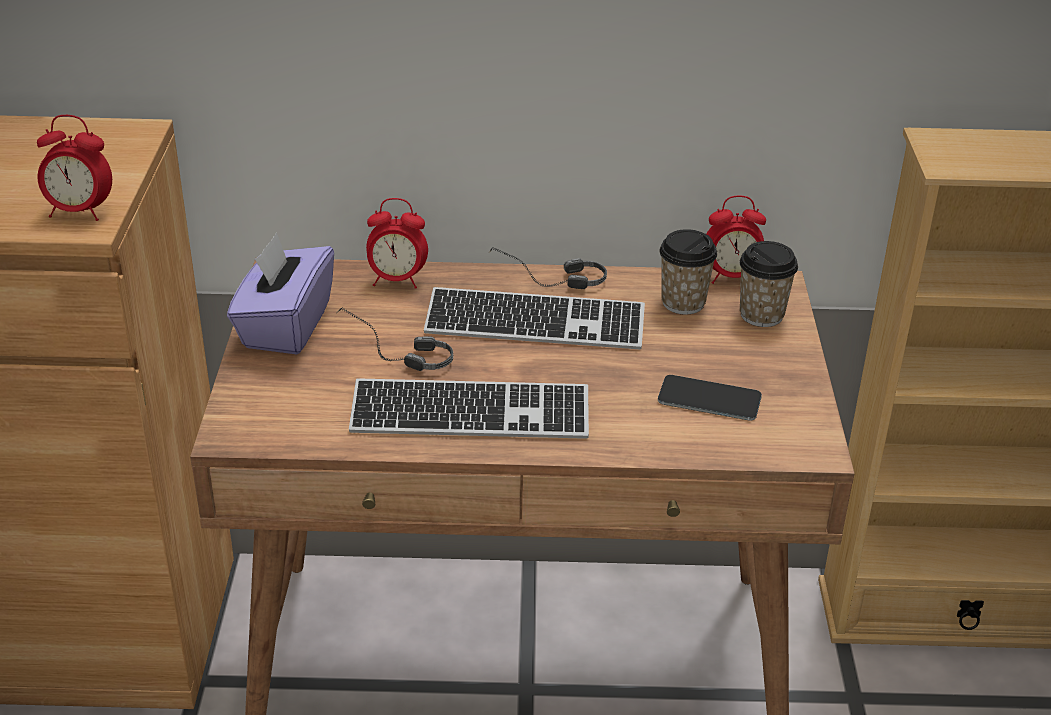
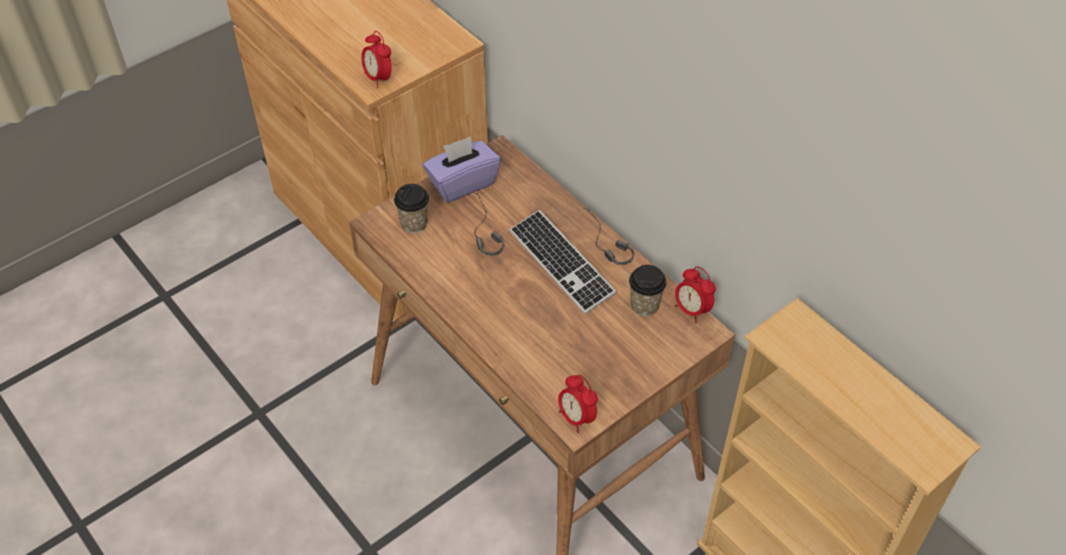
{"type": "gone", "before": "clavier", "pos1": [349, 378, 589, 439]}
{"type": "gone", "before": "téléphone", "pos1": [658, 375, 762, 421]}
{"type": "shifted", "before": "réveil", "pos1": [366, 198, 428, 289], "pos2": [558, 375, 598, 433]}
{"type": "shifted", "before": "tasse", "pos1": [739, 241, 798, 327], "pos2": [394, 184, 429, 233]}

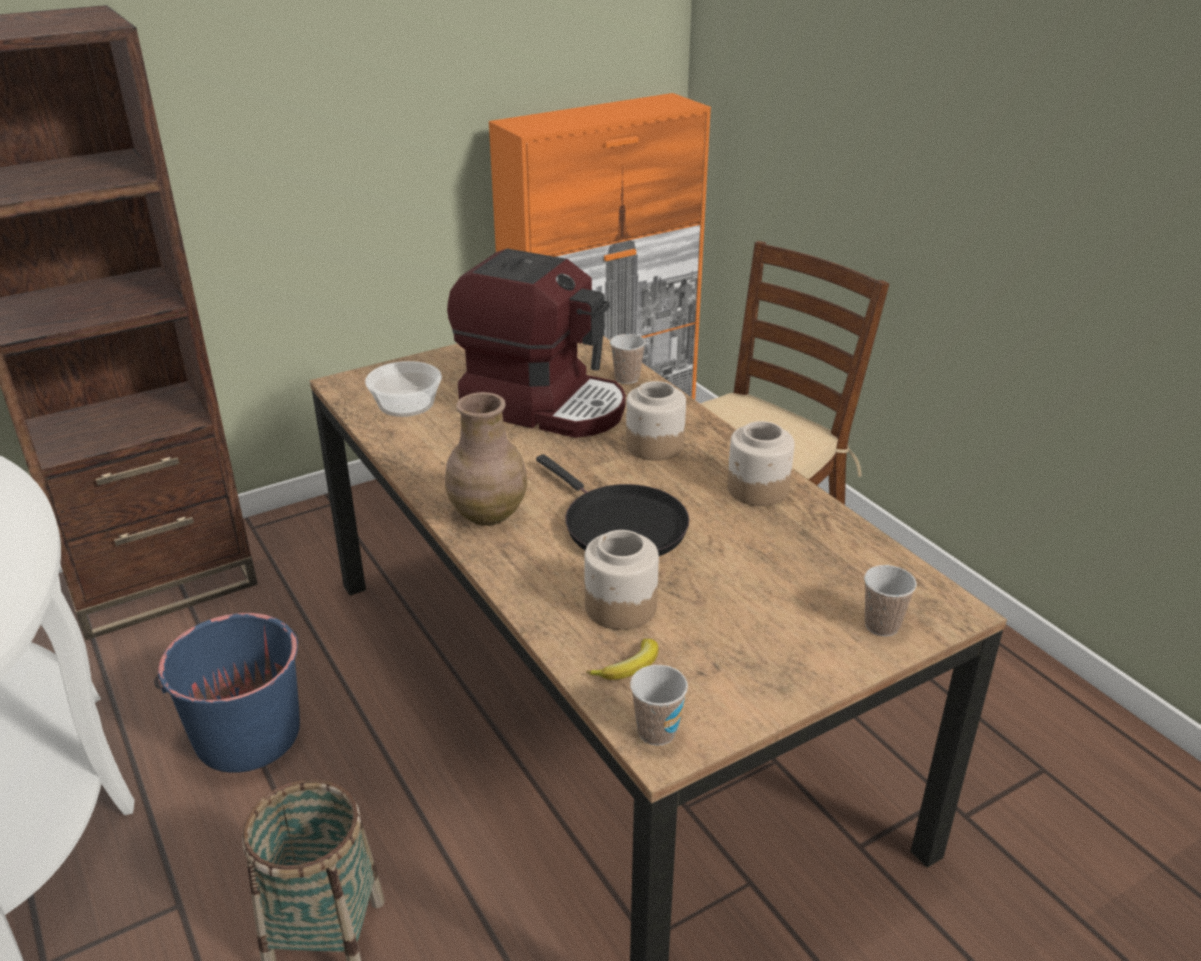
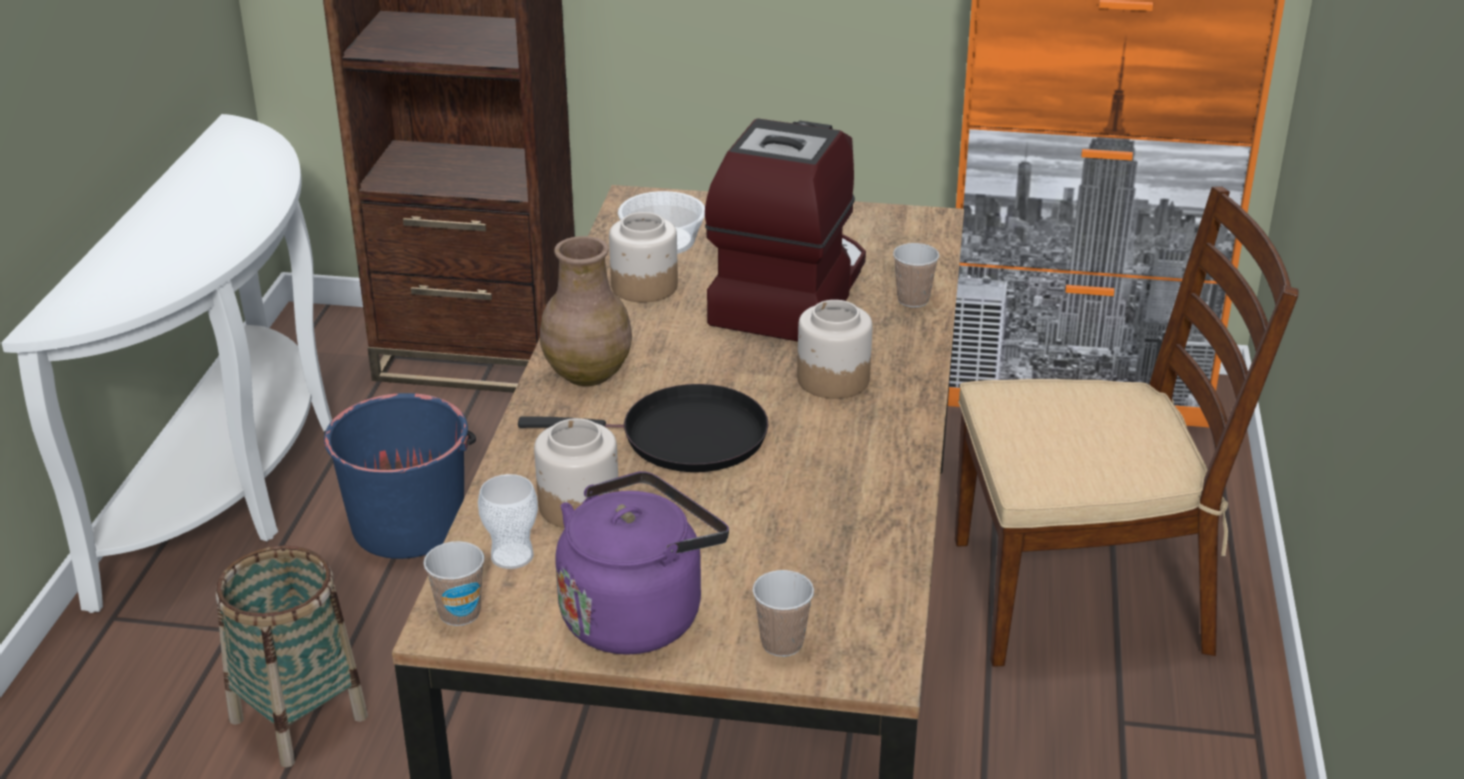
{"type": "new", "after": "bouilloire/violet", "pos2": [555, 471, 729, 655]}
{"type": "shifted", "before": "bocal", "pos1": [727, 421, 794, 506], "pos2": [609, 212, 678, 302]}
{"type": "swapped", "before": "banane", "after": "tasse", "pos1": [586, 639, 658, 680], "pos2": [478, 474, 538, 569]}
{"type": "rotated", "before": "machine à café", "pos1": [447, 248, 626, 438], "pos2": [705, 118, 866, 342], "turn": -135}
{"type": "rotated", "before": "poêle/noir", "pos1": [536, 454, 689, 556], "pos2": [518, 384, 768, 472], "turn": -90}

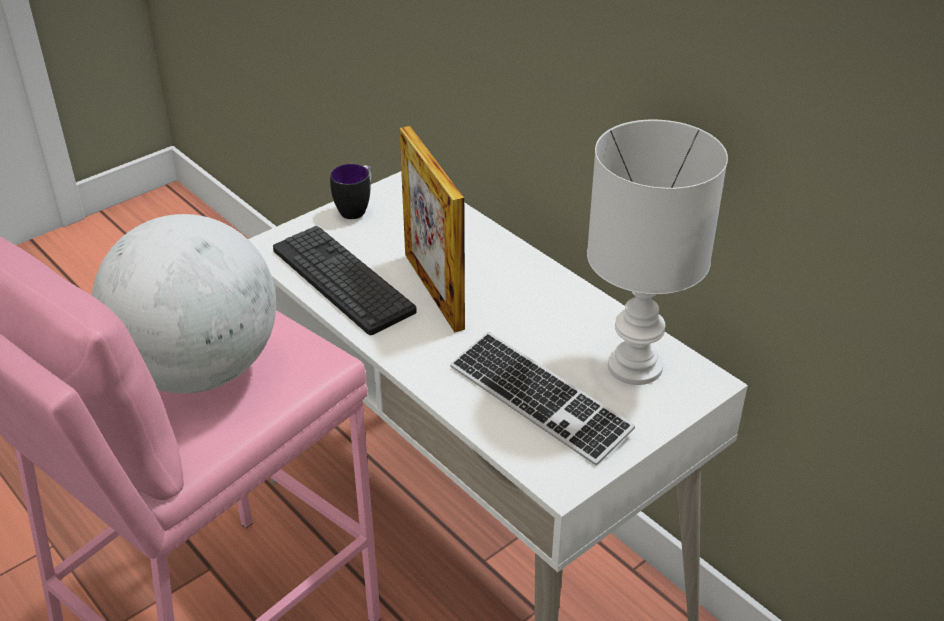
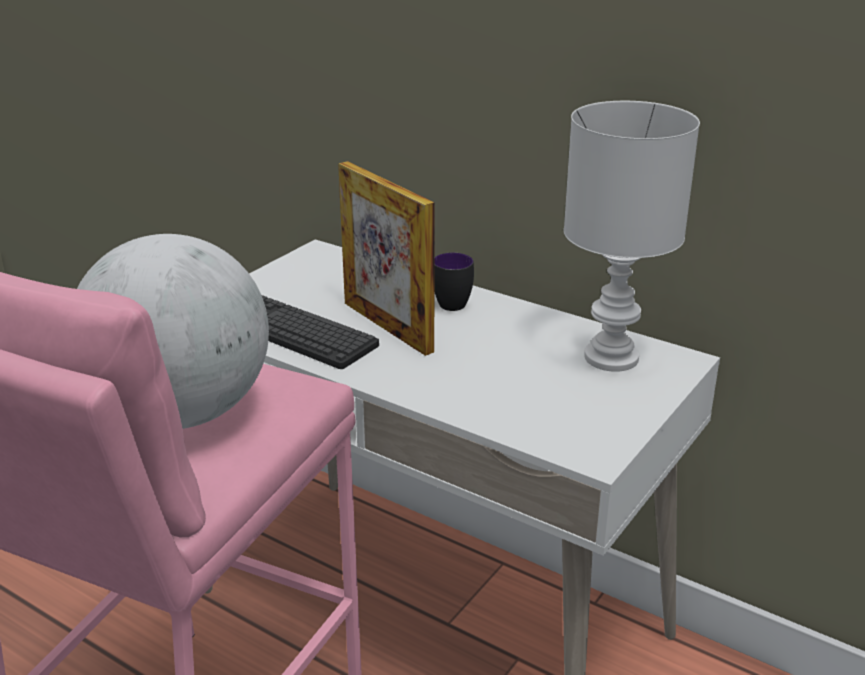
{"type": "gone", "before": "clavier", "pos1": [450, 332, 635, 465]}
{"type": "shifted", "before": "mug", "pos1": [330, 164, 372, 219], "pos2": [434, 253, 474, 311]}

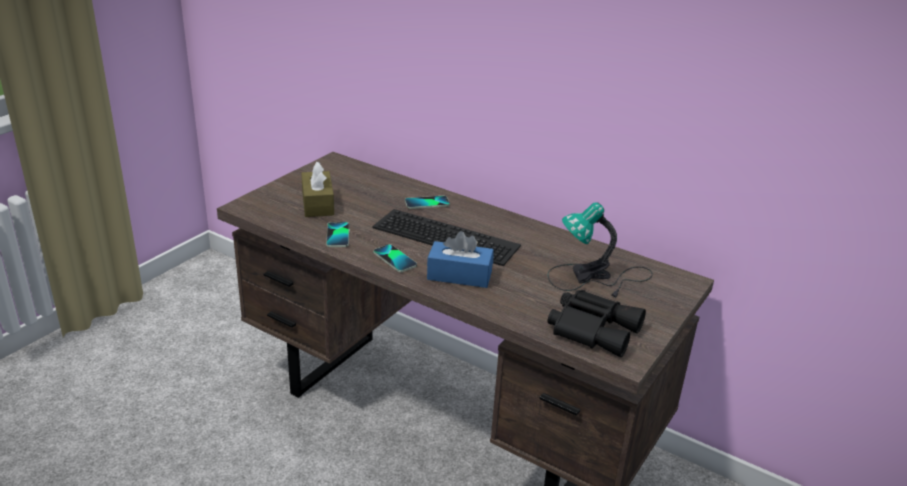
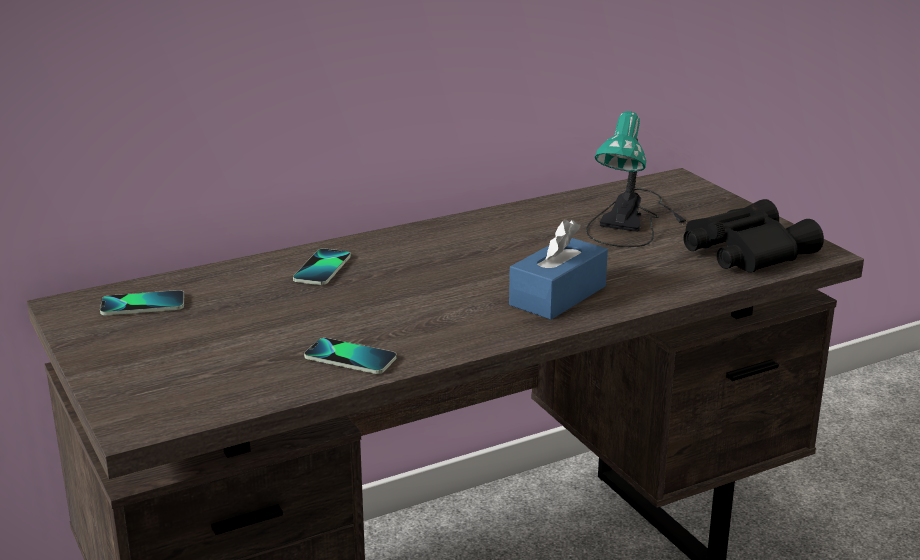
{"type": "gone", "before": "boîte à mouchoirs/marron", "pos1": [301, 162, 334, 217]}
{"type": "gone", "before": "clavier", "pos1": [372, 209, 521, 266]}
{"type": "shifted", "before": "téléphone", "pos1": [373, 244, 417, 272], "pos2": [100, 290, 184, 315]}

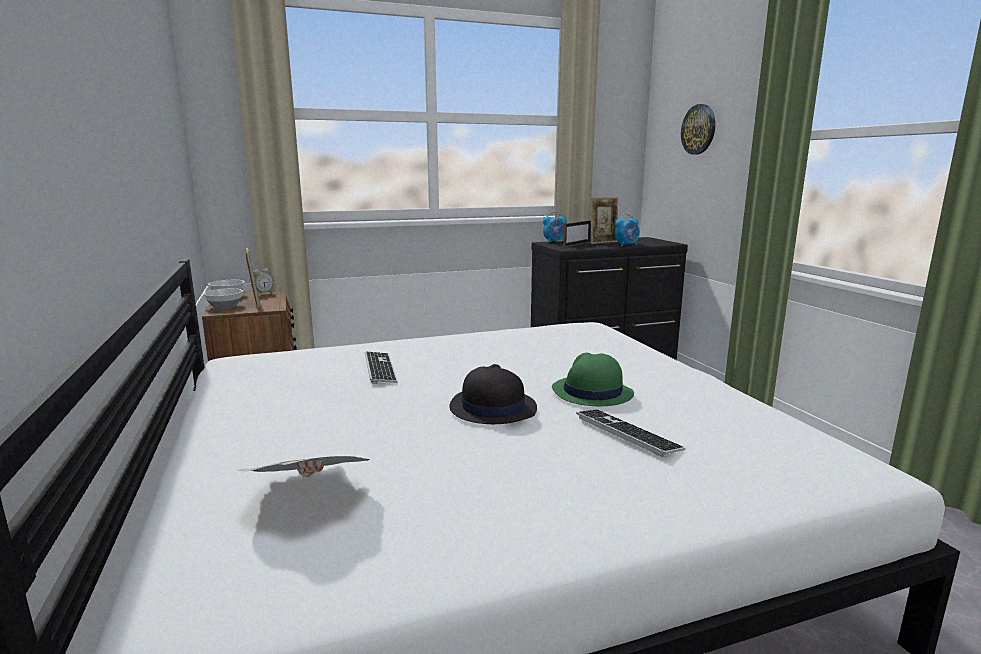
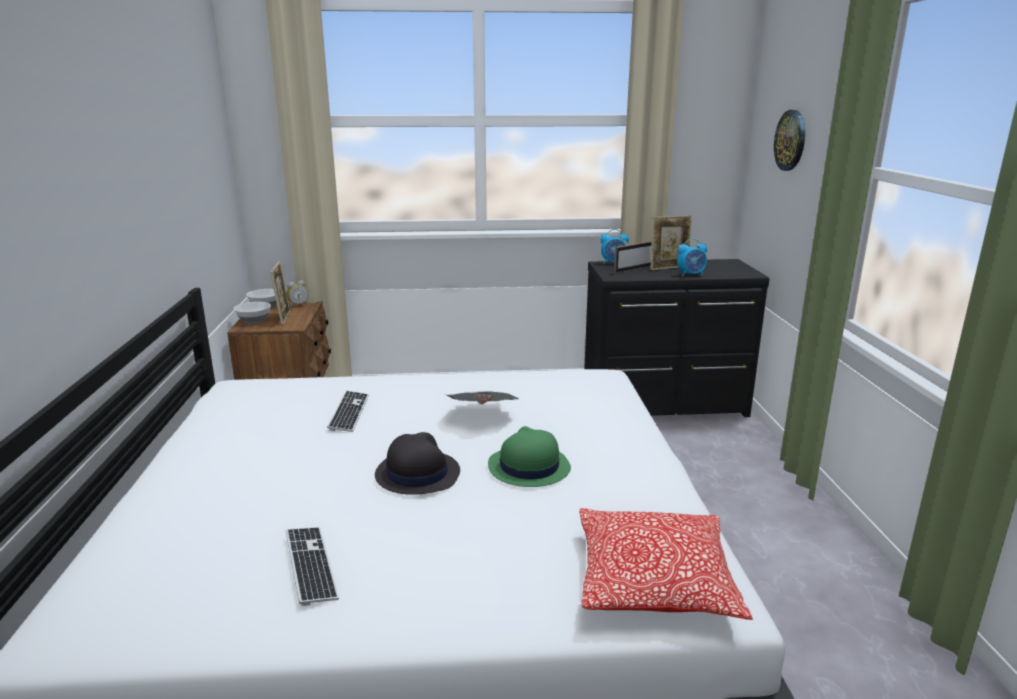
{"type": "new", "after": "coussin", "pos2": [579, 508, 753, 620]}
{"type": "shifted", "before": "journal", "pos1": [238, 456, 370, 477], "pos2": [446, 392, 519, 404]}
{"type": "shifted", "before": "clavier", "pos1": [576, 409, 685, 457], "pos2": [286, 527, 339, 606]}

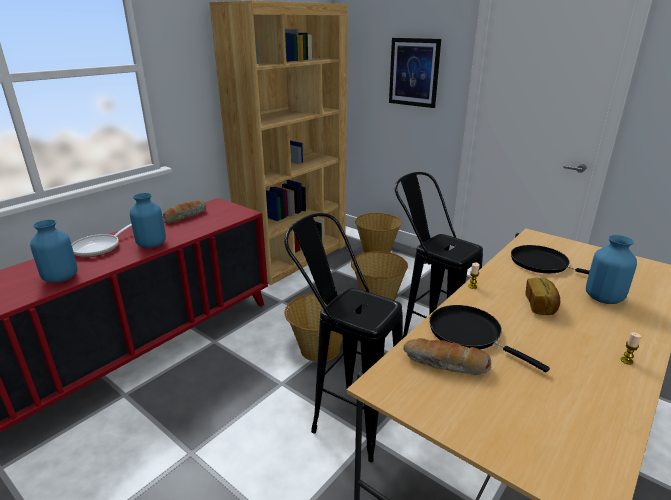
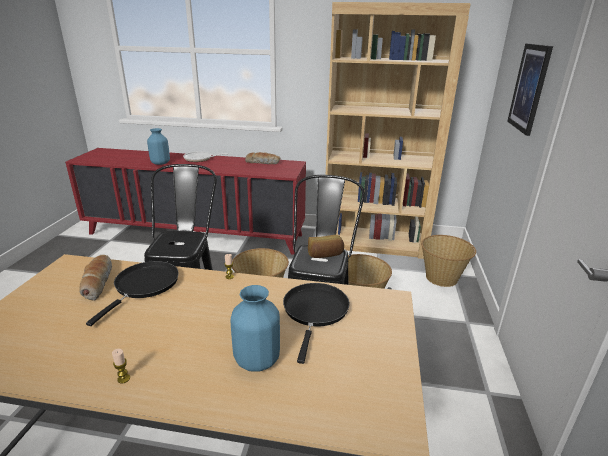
{"type": "gone", "before": "vase/bleu", "pos1": [130, 193, 166, 248]}
{"type": "shifted", "before": "pain", "pos1": [525, 278, 560, 315], "pos2": [308, 235, 344, 258]}

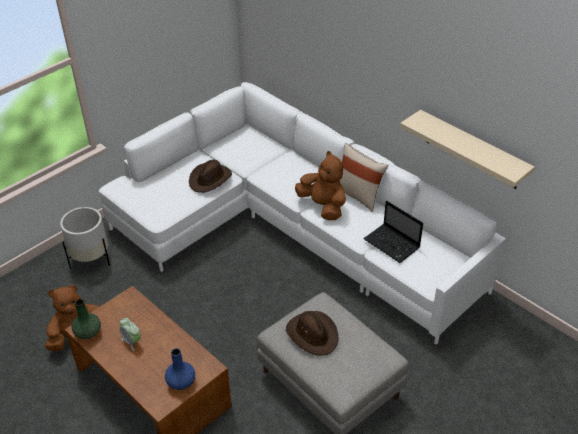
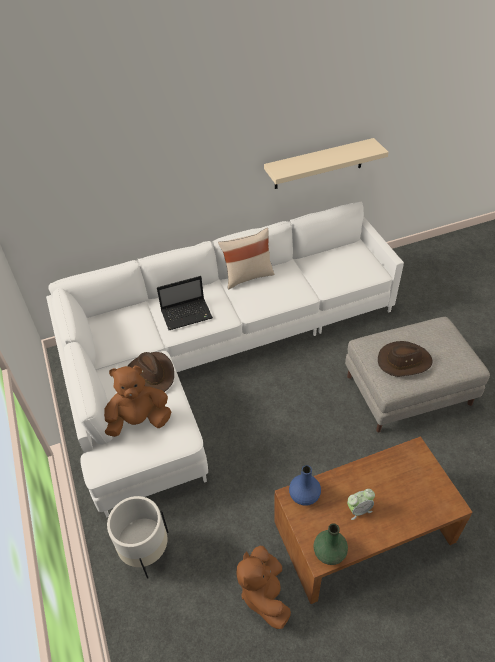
{"type": "shifted", "before": "vase/bleu", "pos1": [165, 348, 195, 390], "pos2": [289, 465, 321, 506]}
{"type": "shifted", "before": "peluche/marron", "pos1": [295, 151, 346, 220], "pos2": [104, 366, 171, 437]}
{"type": "shifted", "before": "ordinateur portable", "pos1": [363, 200, 423, 263], "pos2": [157, 276, 213, 330]}

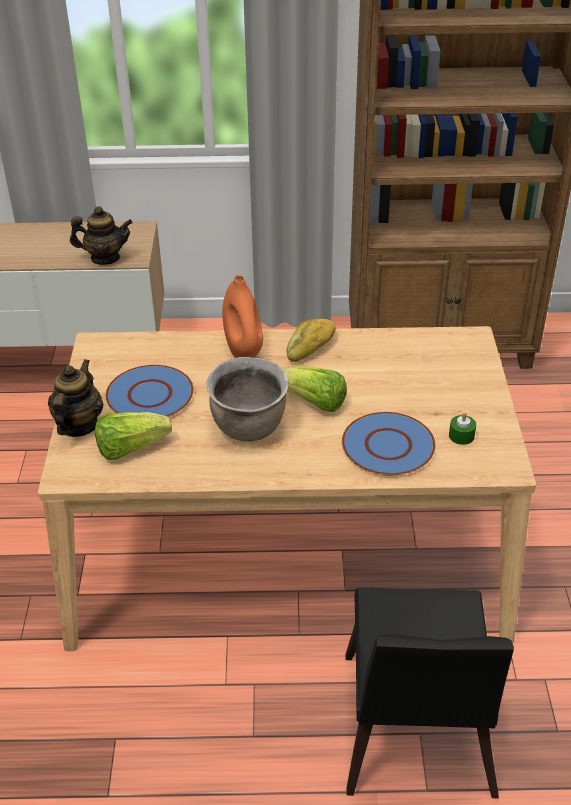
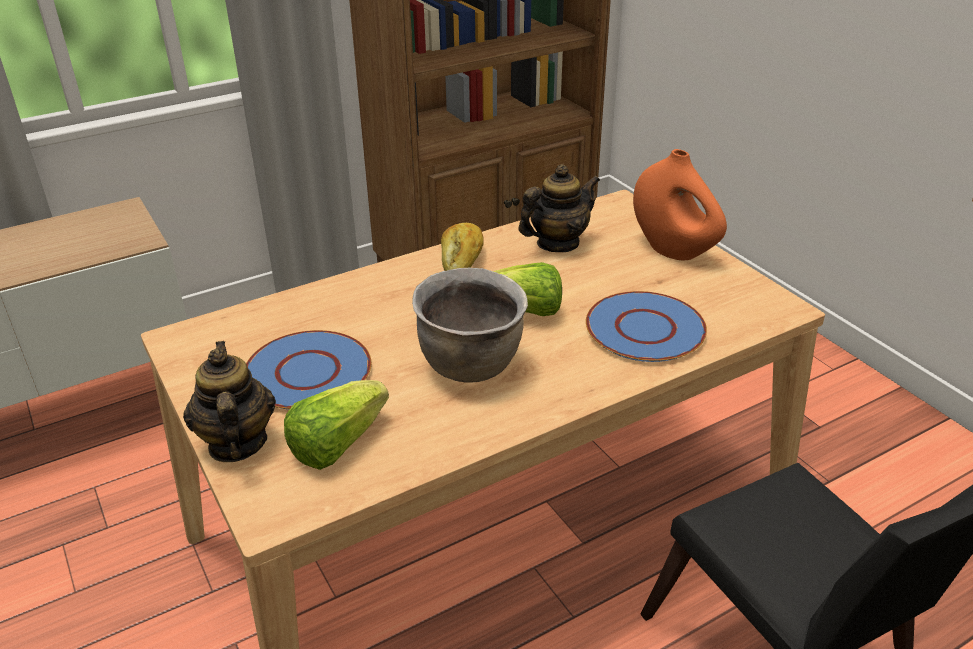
{"type": "gone", "before": "bougie/vert", "pos1": [449, 413, 476, 445]}
{"type": "shifted", "before": "théière", "pos1": [70, 206, 133, 265], "pos2": [519, 164, 600, 252]}
{"type": "shifted", "before": "vase/orange", "pos1": [222, 275, 263, 358], "pos2": [633, 149, 727, 260]}

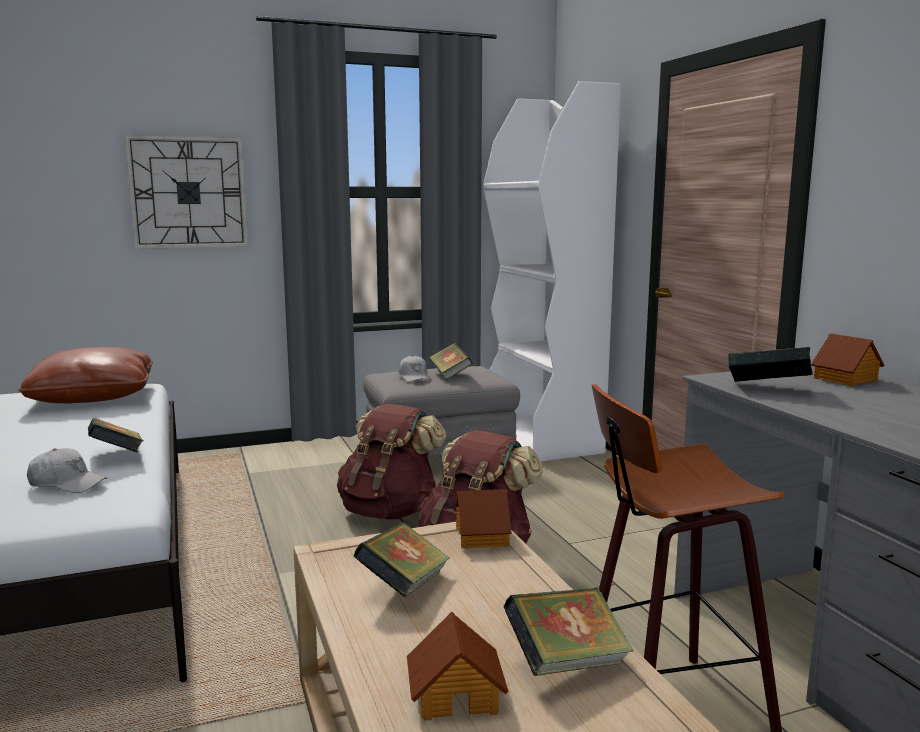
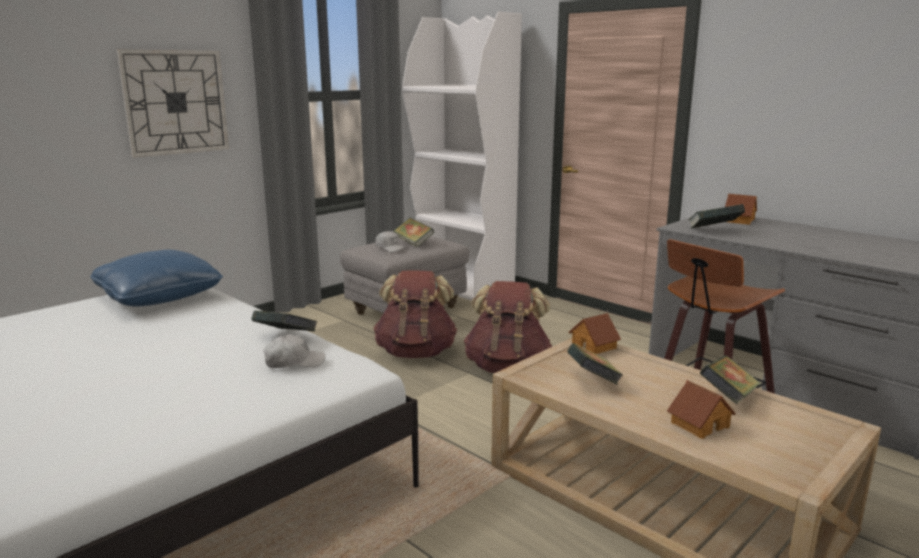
{"type": "repainted", "before": "coussin/marron", "after": "coussin/bleu", "pos1": [18, 347, 153, 403], "pos2": [90, 250, 223, 307]}

